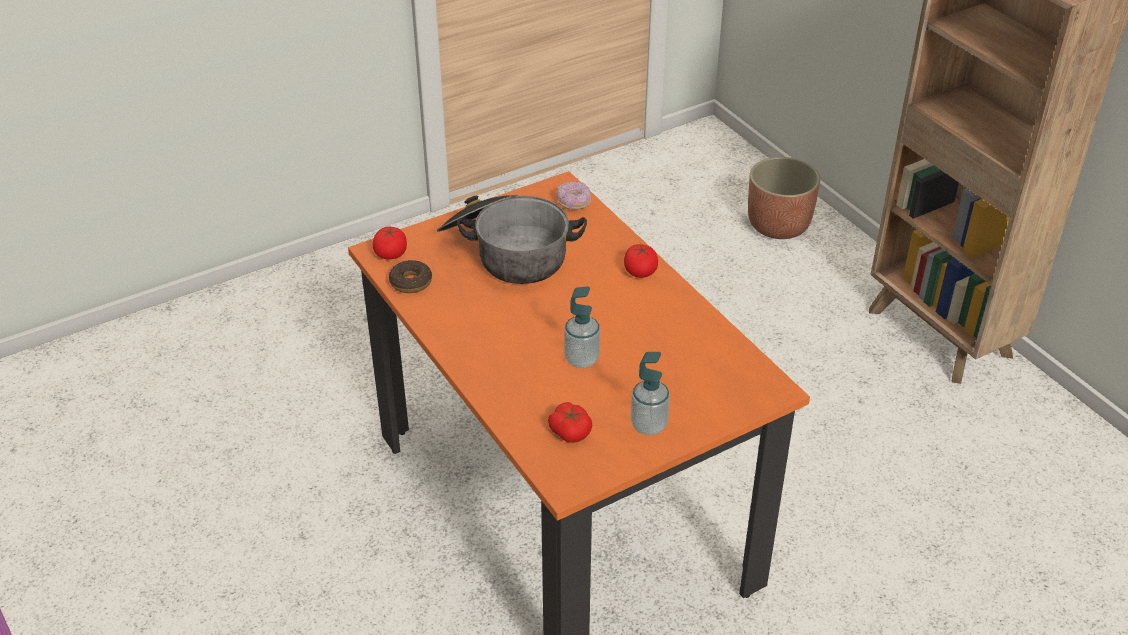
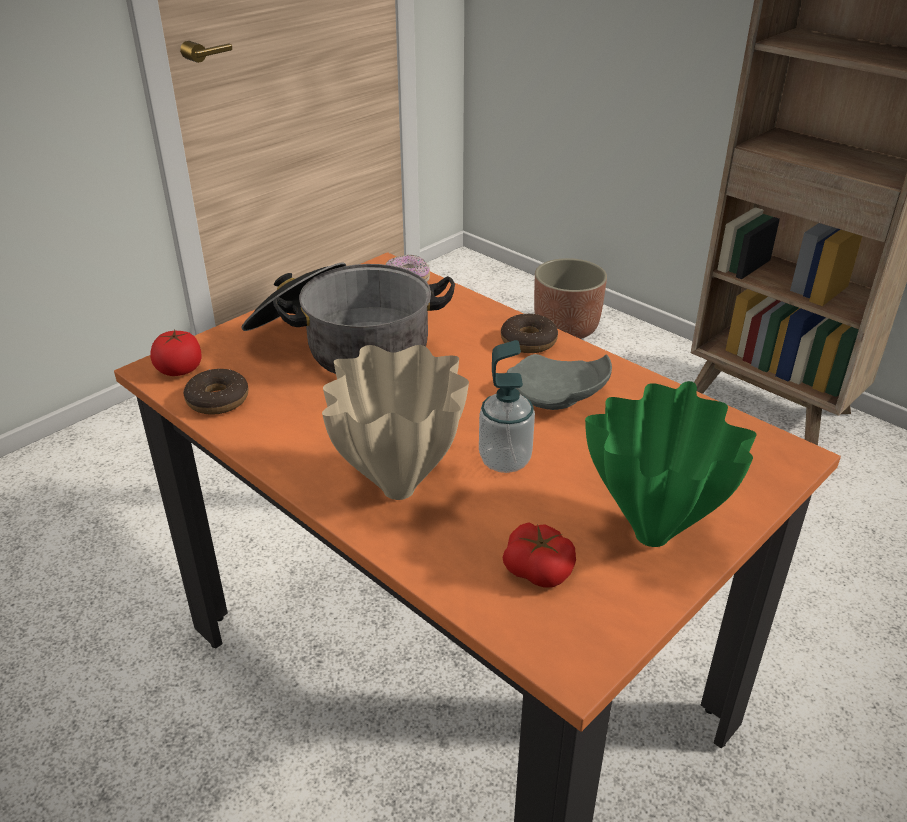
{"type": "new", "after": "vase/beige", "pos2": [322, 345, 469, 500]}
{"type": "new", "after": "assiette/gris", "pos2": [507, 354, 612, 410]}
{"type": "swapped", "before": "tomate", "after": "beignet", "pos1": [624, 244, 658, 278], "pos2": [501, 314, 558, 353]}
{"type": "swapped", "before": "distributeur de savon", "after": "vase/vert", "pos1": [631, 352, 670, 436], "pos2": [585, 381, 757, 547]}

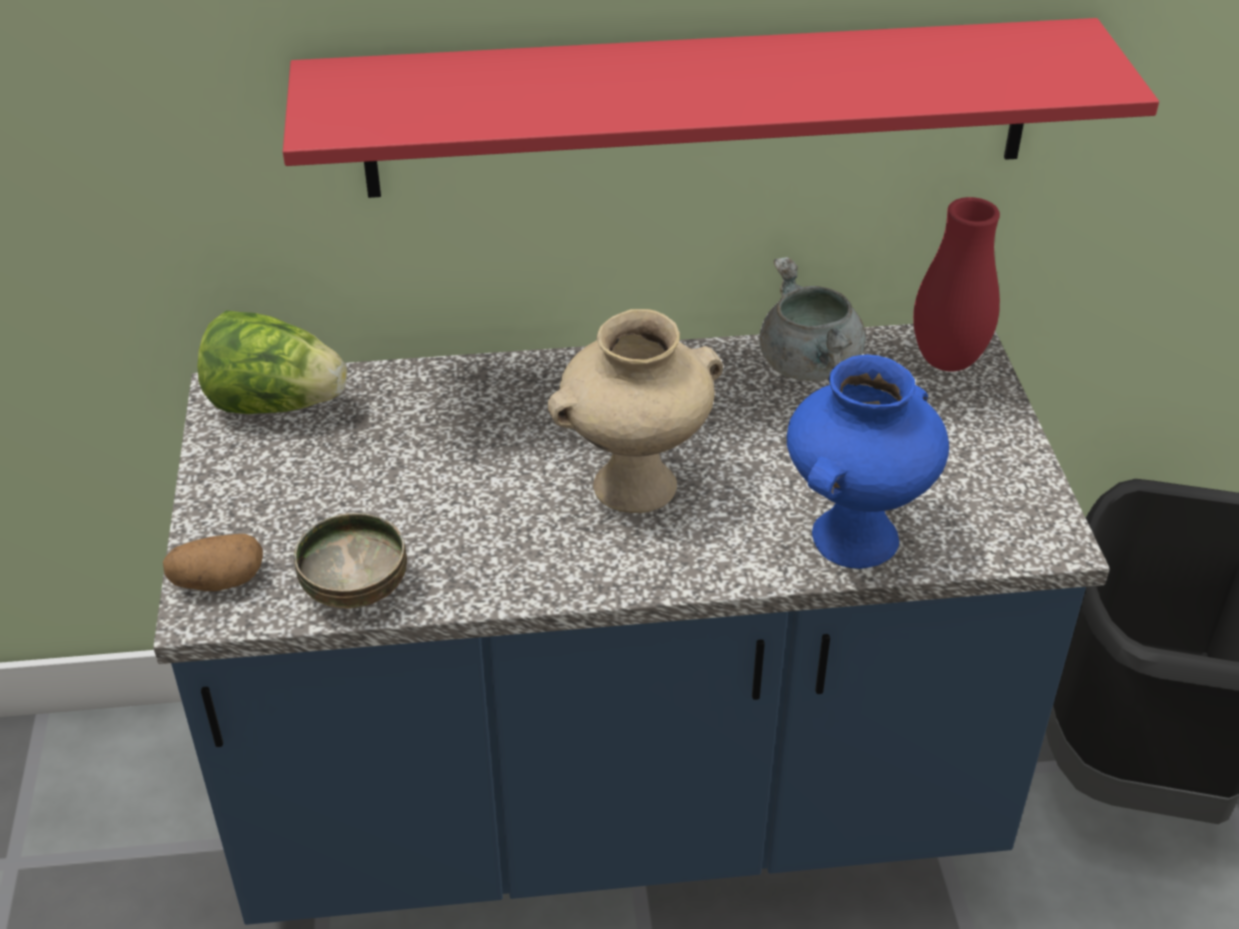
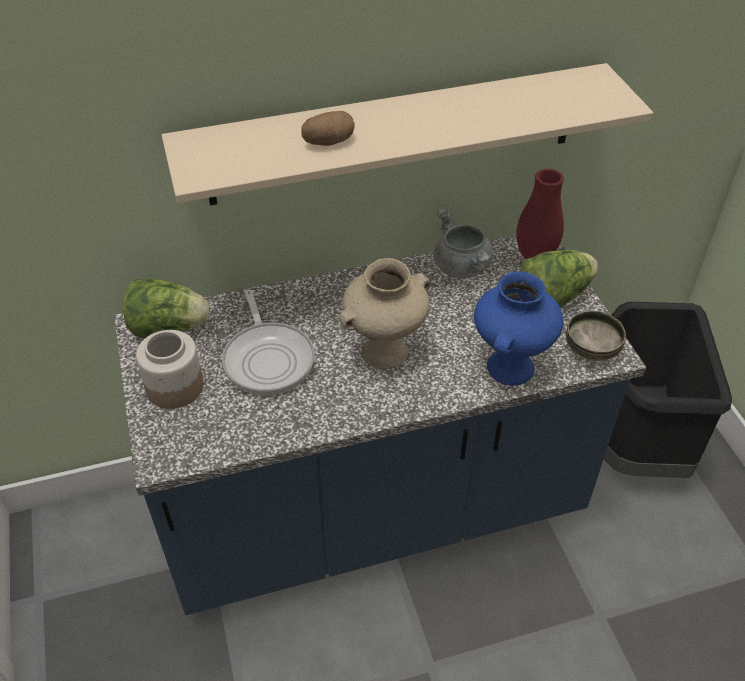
{"type": "new", "after": "bocal", "pos2": [136, 330, 203, 409]}
{"type": "new", "after": "poêle", "pos2": [222, 290, 315, 395]}
{"type": "new", "after": "laitue", "pos2": [520, 250, 598, 308]}
{"type": "shifted", "before": "pomme de terre", "pos1": [163, 534, 263, 591], "pos2": [301, 111, 355, 146]}
{"type": "shifted", "before": "bol", "pos1": [294, 513, 407, 608], "pos2": [566, 311, 626, 361]}
{"type": "repainted", "before": "étagère/rouge", "after": "étagère/beige", "pos1": [283, 18, 1159, 198], "pos2": [161, 63, 653, 205]}

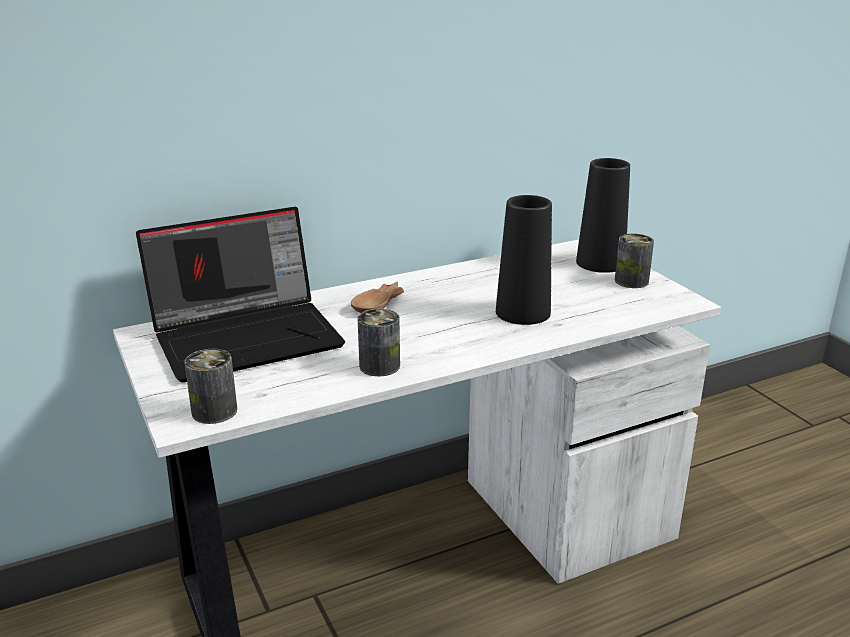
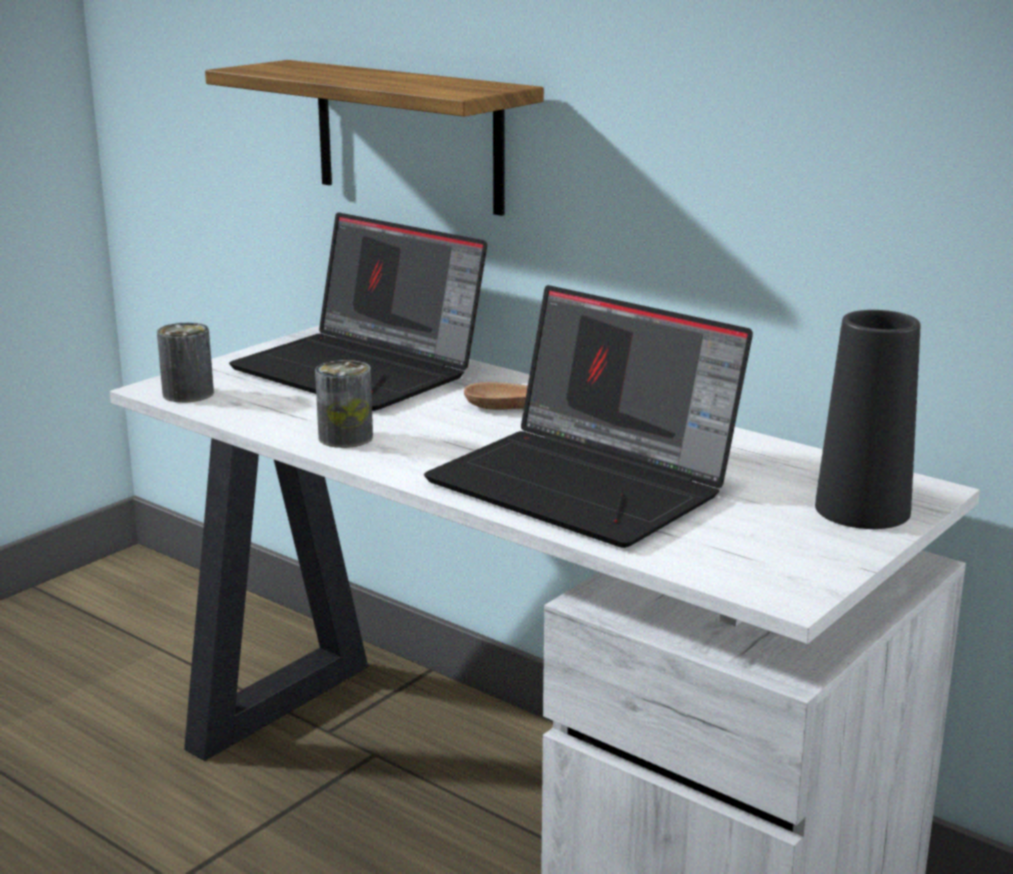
{"type": "gone", "before": "boîte métallique", "pos1": [615, 234, 654, 288]}
{"type": "new", "after": "étagère", "pos2": [205, 60, 544, 216]}
{"type": "swapped", "before": "vase/noir", "after": "ordinateur portable", "pos1": [496, 195, 552, 325], "pos2": [424, 285, 753, 548]}

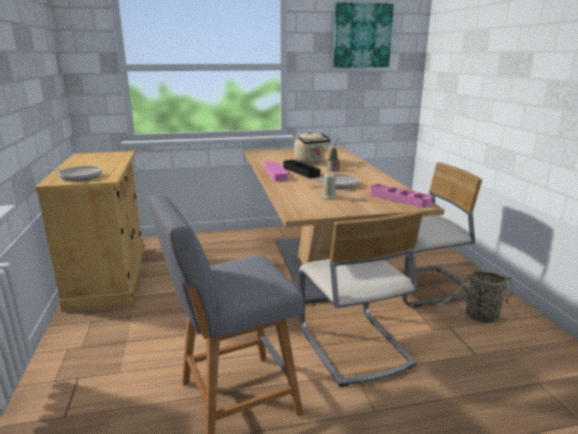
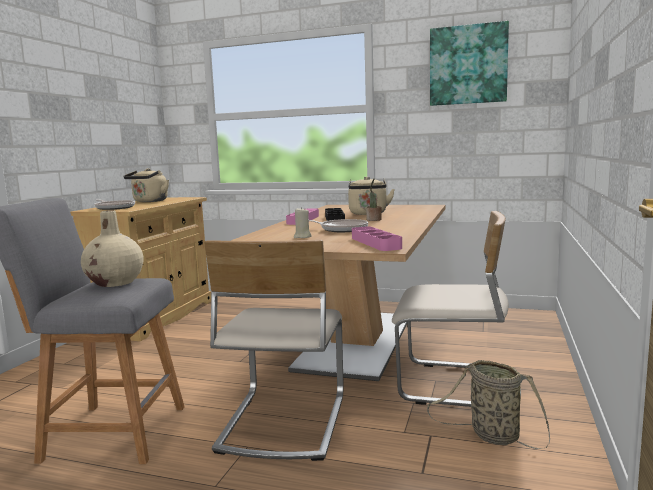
{"type": "new", "after": "vase/beige", "pos2": [81, 210, 144, 287]}
{"type": "new", "after": "bouilloire/beige", "pos2": [124, 168, 169, 202]}

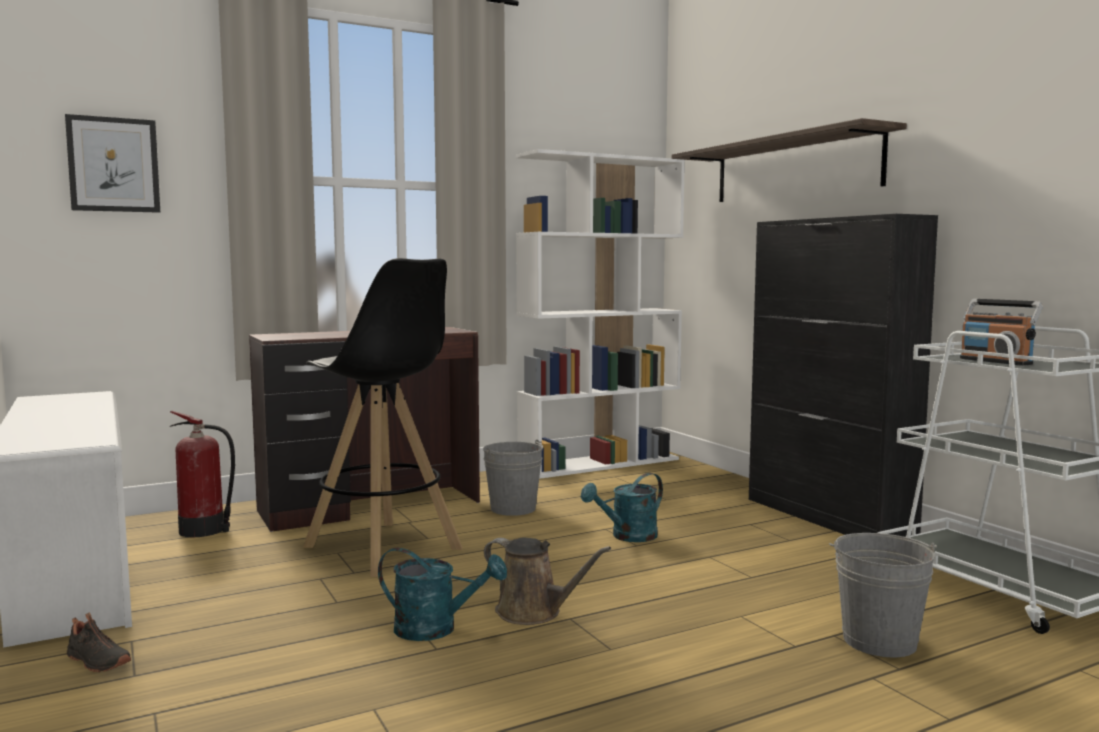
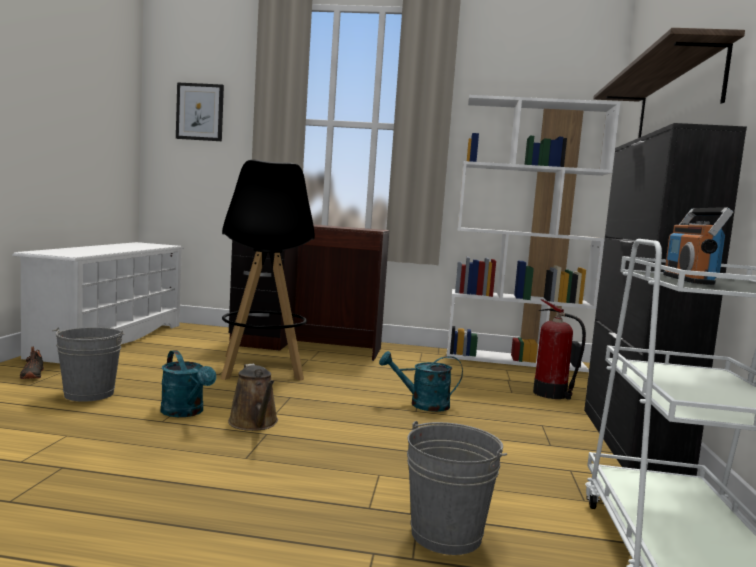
{"type": "shifted", "before": "extincteur", "pos1": [170, 411, 235, 537], "pos2": [533, 299, 586, 400]}
{"type": "shifted", "before": "seau/gris", "pos1": [483, 439, 543, 516], "pos2": [52, 327, 124, 402]}

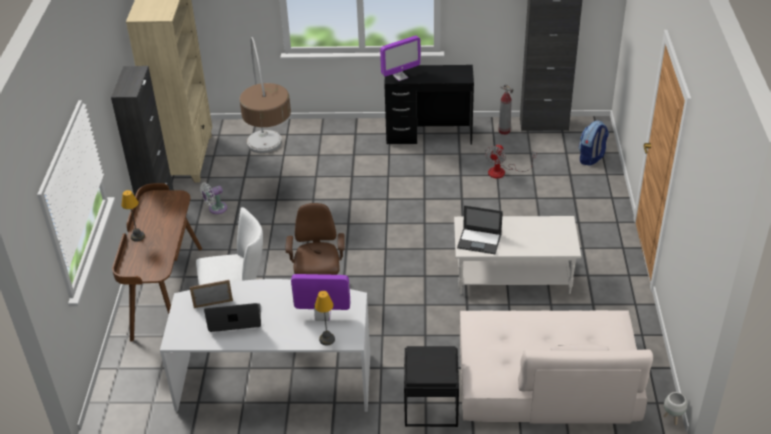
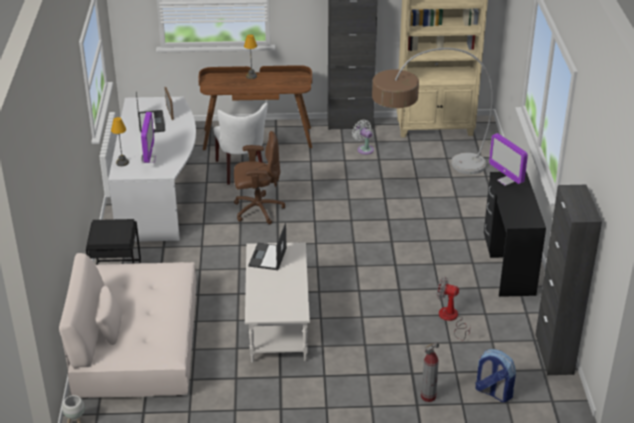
{"type": "shifted", "before": "extincteur", "pos1": [498, 84, 513, 135], "pos2": [421, 342, 439, 402]}

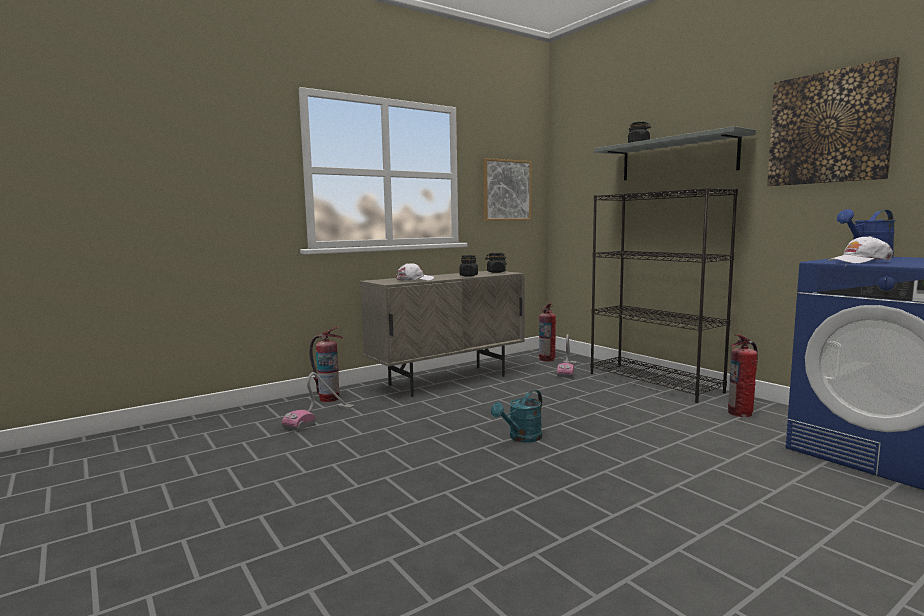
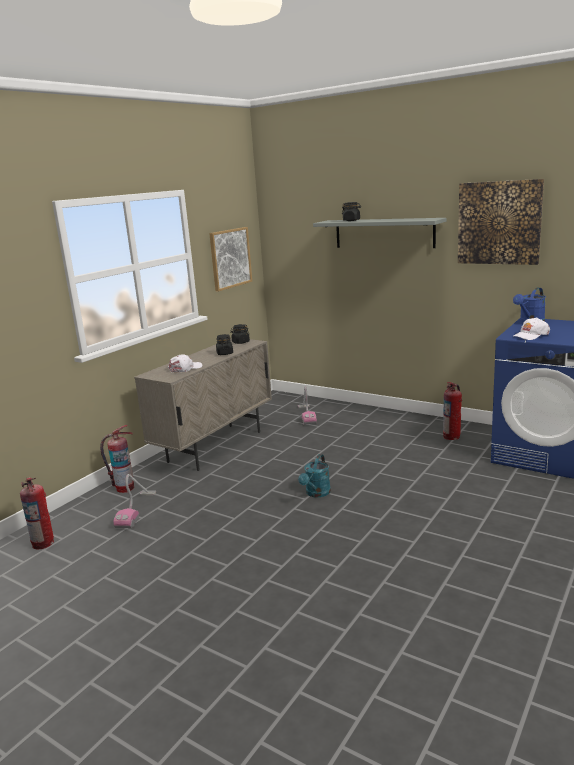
{"type": "gone", "before": "bibliothèque/noir", "pos1": [590, 188, 738, 403]}
{"type": "shifted", "before": "extincteur", "pos1": [539, 304, 556, 361], "pos2": [20, 477, 54, 549]}

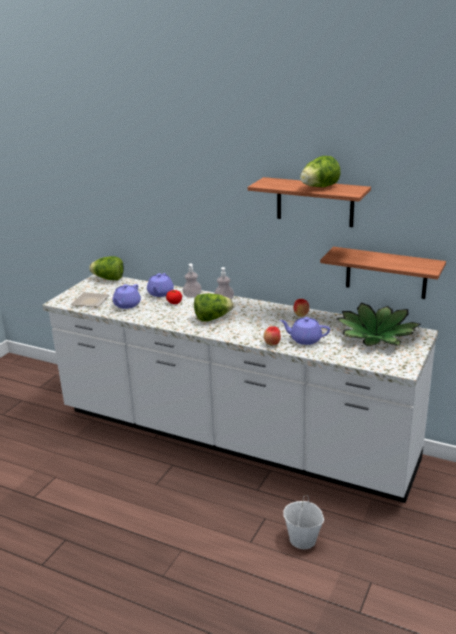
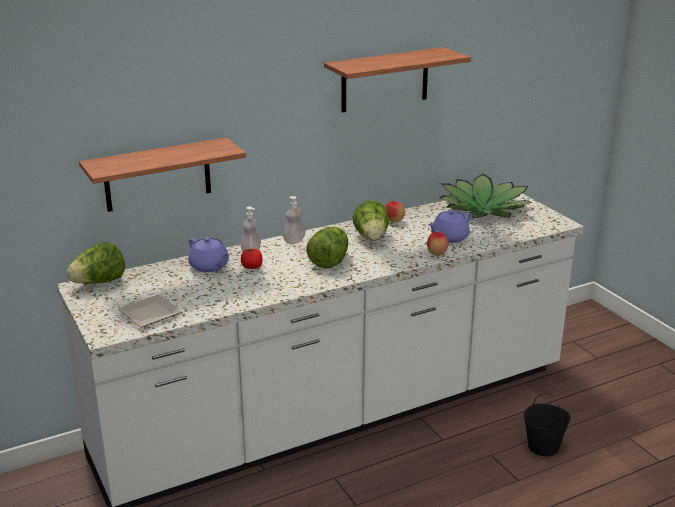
{"type": "gone", "before": "théière/violet", "pos1": [112, 284, 141, 309]}
{"type": "shifted", "before": "laitue", "pos1": [300, 156, 340, 187], "pos2": [353, 200, 389, 241]}
{"type": "shifted", "before": "étagère", "pos1": [320, 247, 446, 299], "pos2": [79, 137, 246, 212]}
{"type": "repainted", "before": "seau/blanc", "after": "seau/noir", "pos1": [283, 494, 324, 549], "pos2": [524, 393, 571, 456]}

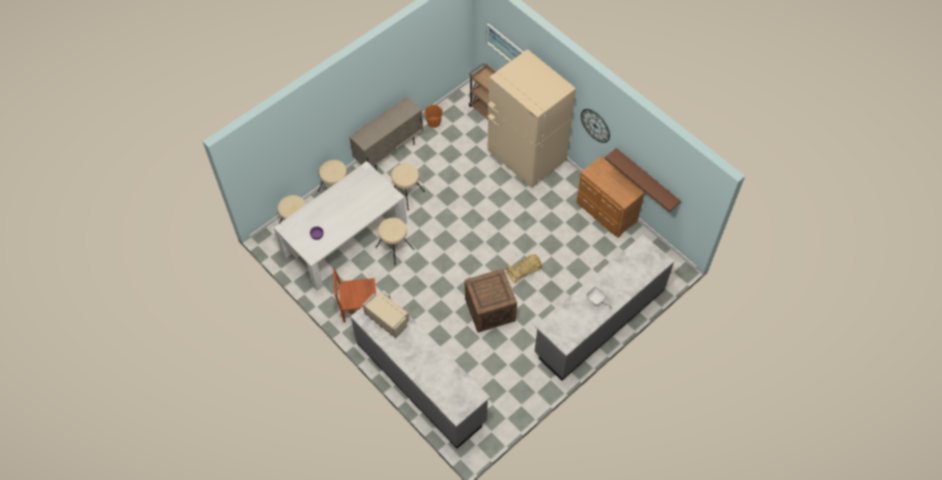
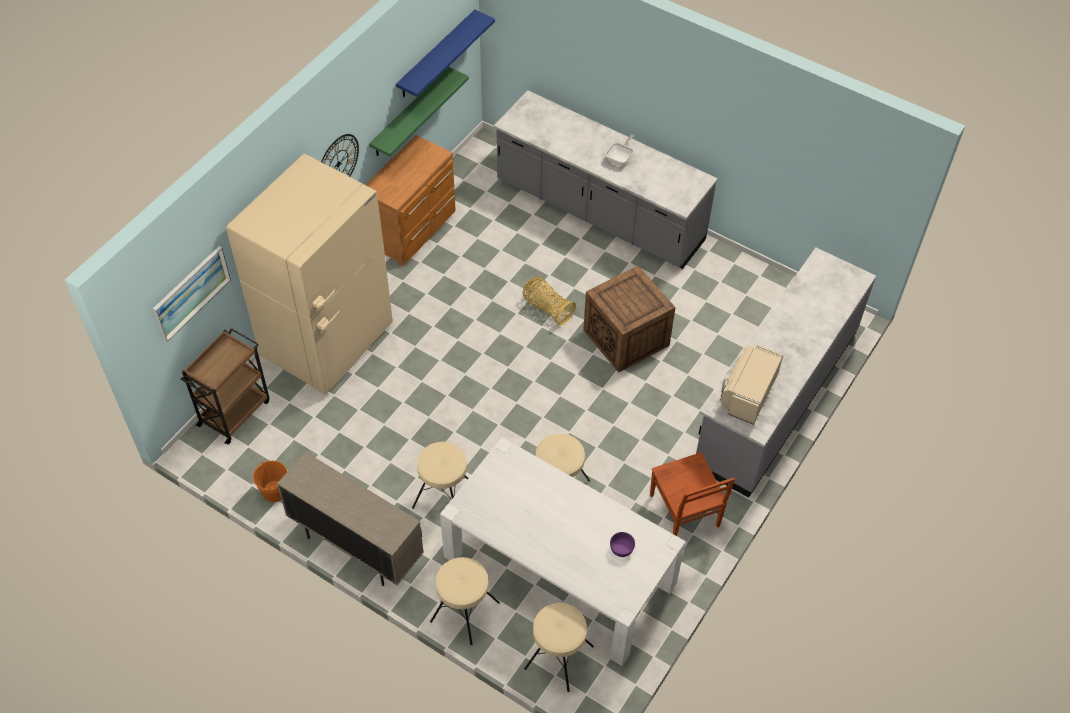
{"type": "new", "after": "étagère/bleu", "pos2": [396, 9, 495, 97]}
{"type": "repainted", "before": "étagère/marron", "after": "étagère/vert", "pos1": [605, 148, 681, 212], "pos2": [369, 67, 469, 157]}

